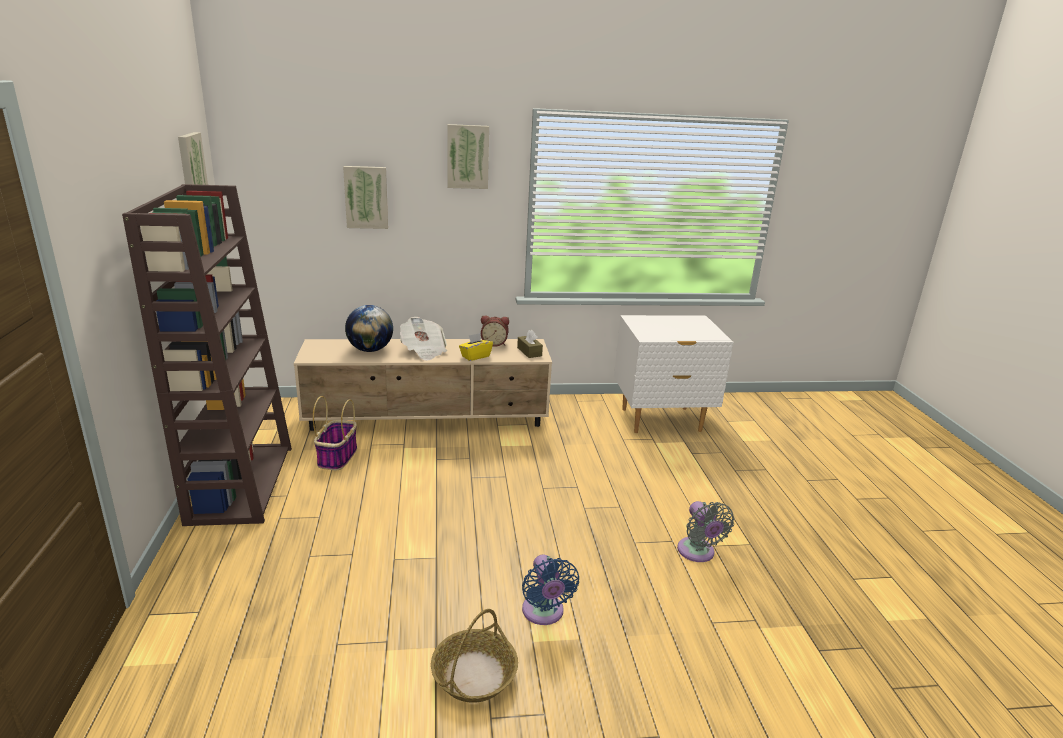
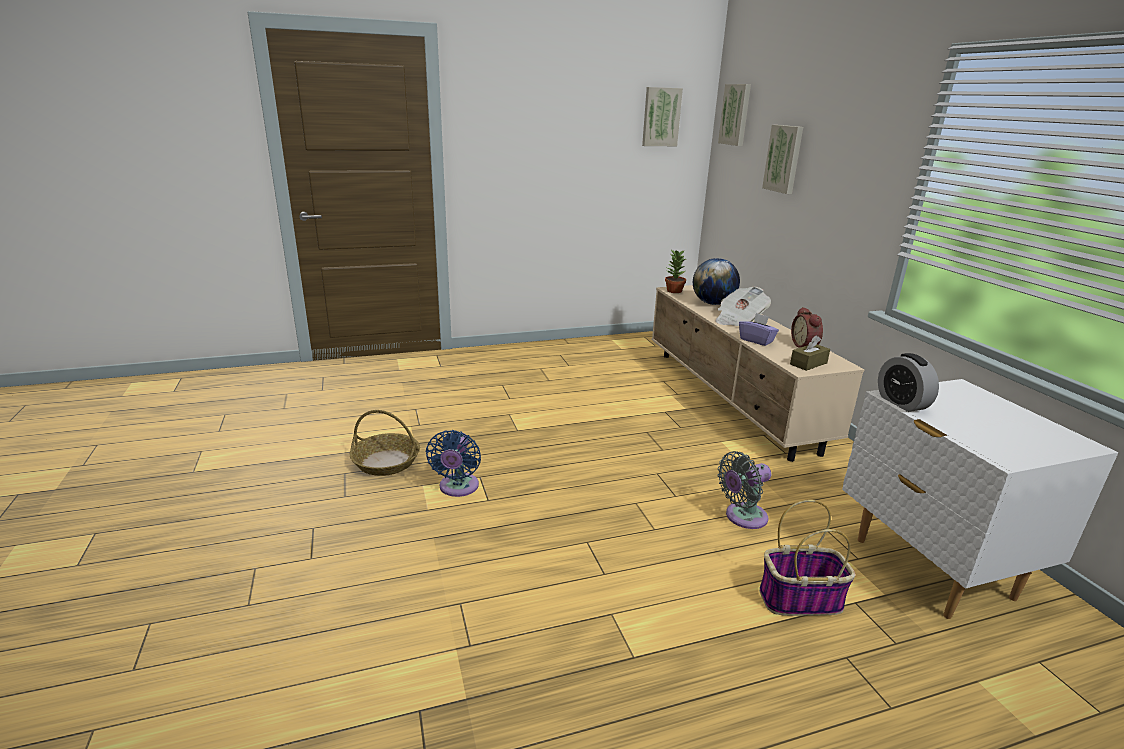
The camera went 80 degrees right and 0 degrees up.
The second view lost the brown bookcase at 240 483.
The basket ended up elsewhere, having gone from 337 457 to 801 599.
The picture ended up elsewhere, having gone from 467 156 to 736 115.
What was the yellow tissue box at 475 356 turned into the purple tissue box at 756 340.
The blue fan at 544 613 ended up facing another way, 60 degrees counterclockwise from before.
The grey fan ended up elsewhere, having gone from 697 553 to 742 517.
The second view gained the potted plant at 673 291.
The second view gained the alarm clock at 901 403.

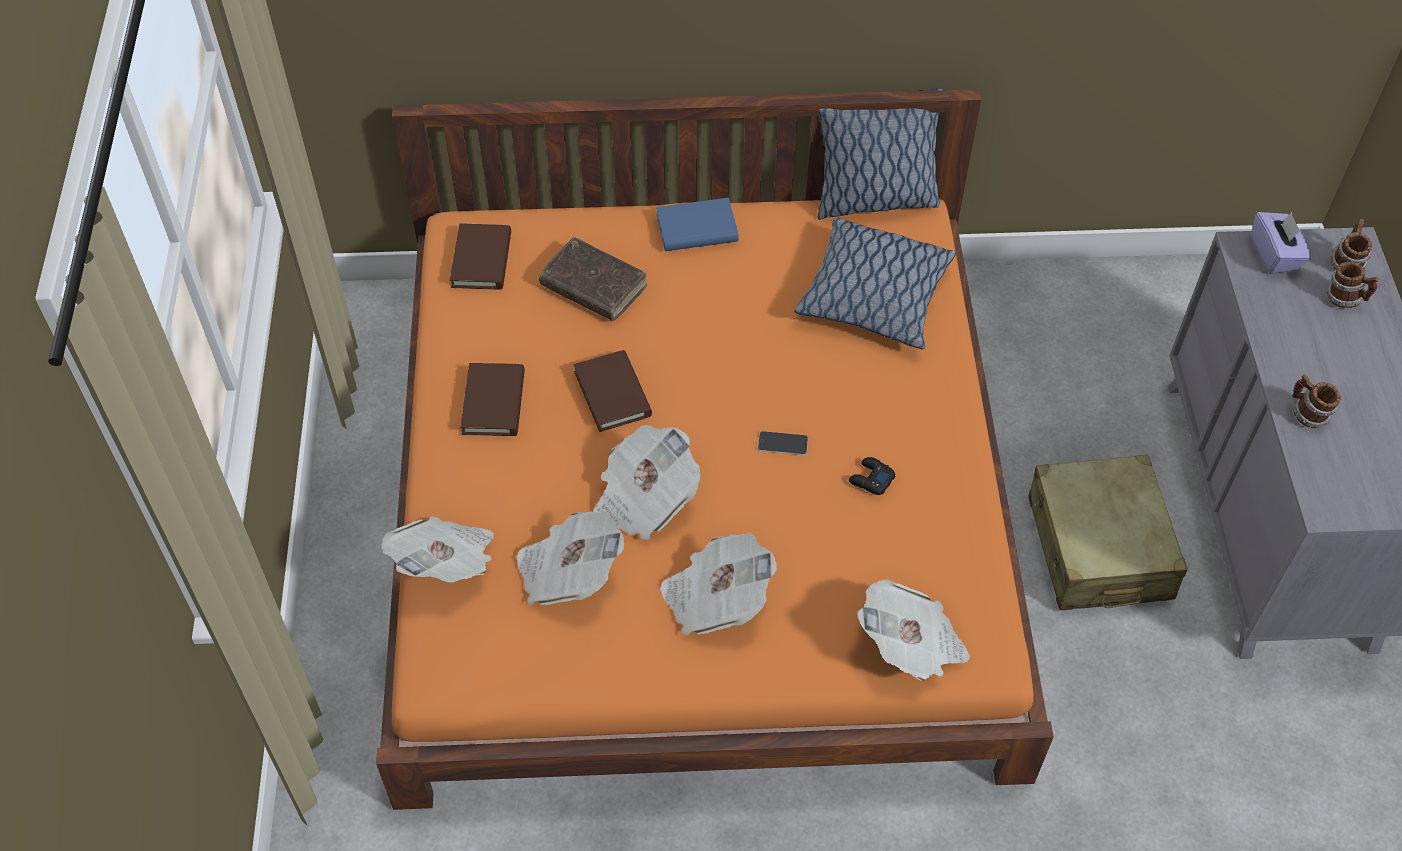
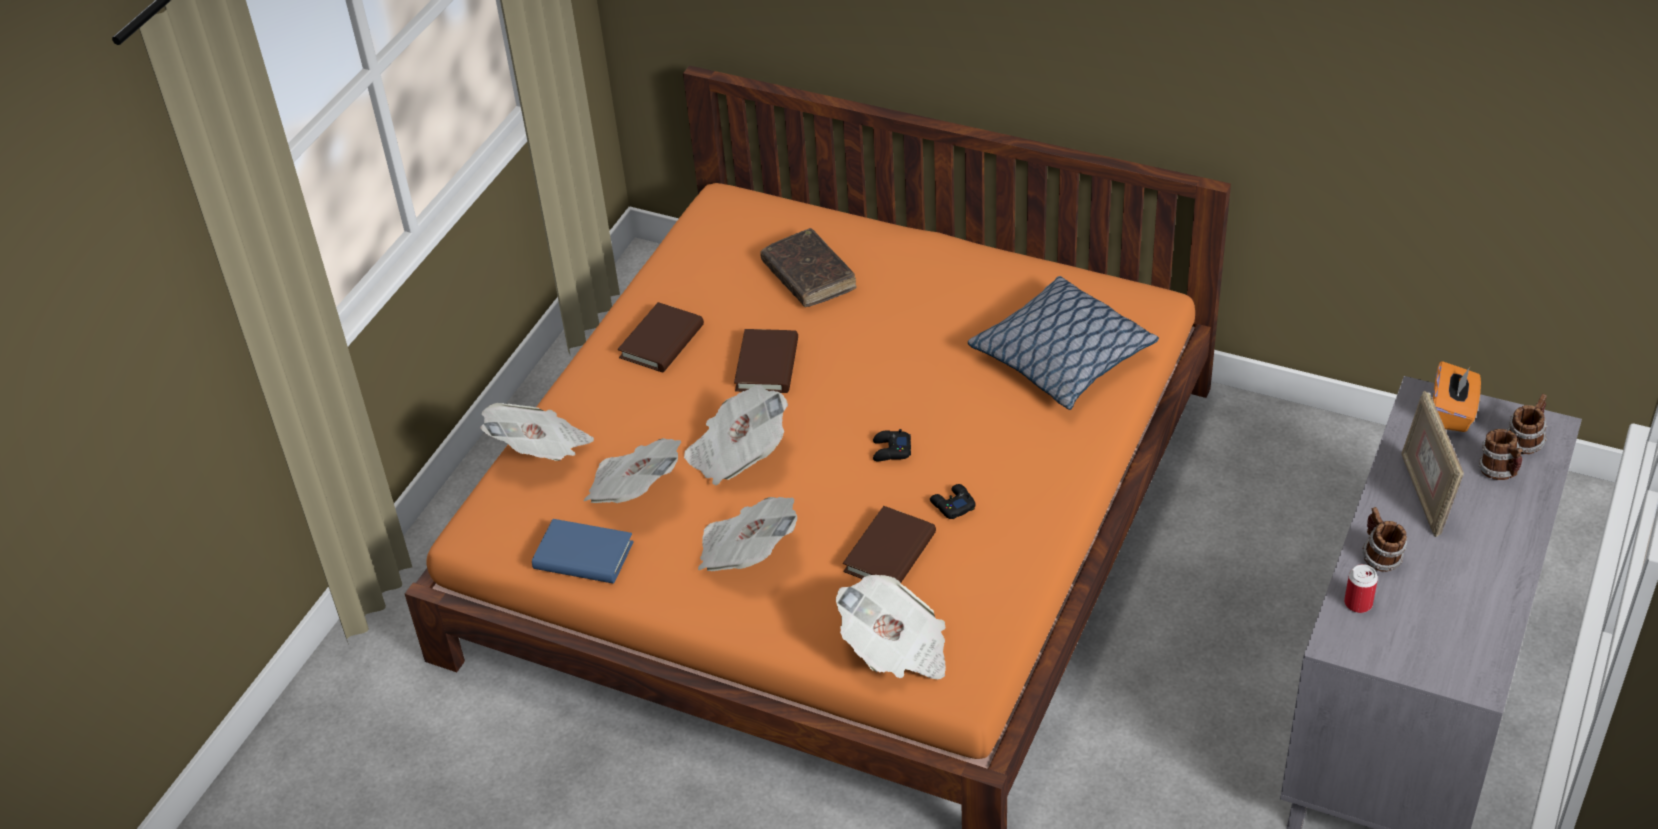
The camera went 30 degrees right and 10 degrees down.
The brown book ended up elsewhere, having gone from 481 260 to 890 553.
The blue book ended up elsewhere, having gone from 697 229 to 583 556.
Where the phone stood at 783 443, the black game controller came to stand at 891 450.
The second view lost the pillow at 873 200.
The second view lost the beige suitcase at 1098 548.
What was the purple tissue box at 1275 254 turned into the orange tissue box at 1452 412.
The second view gained the can at 1358 603.
The second view gained the picture frame at 1424 495.

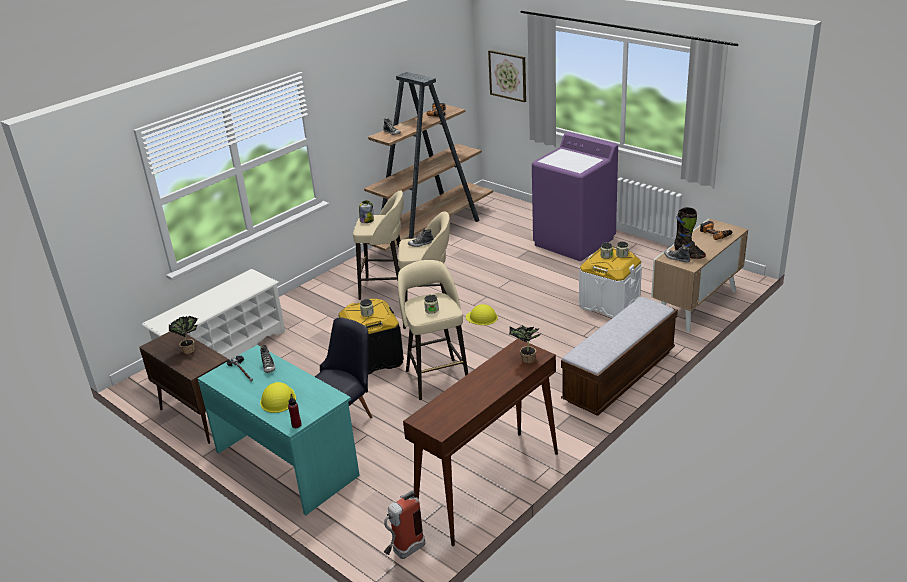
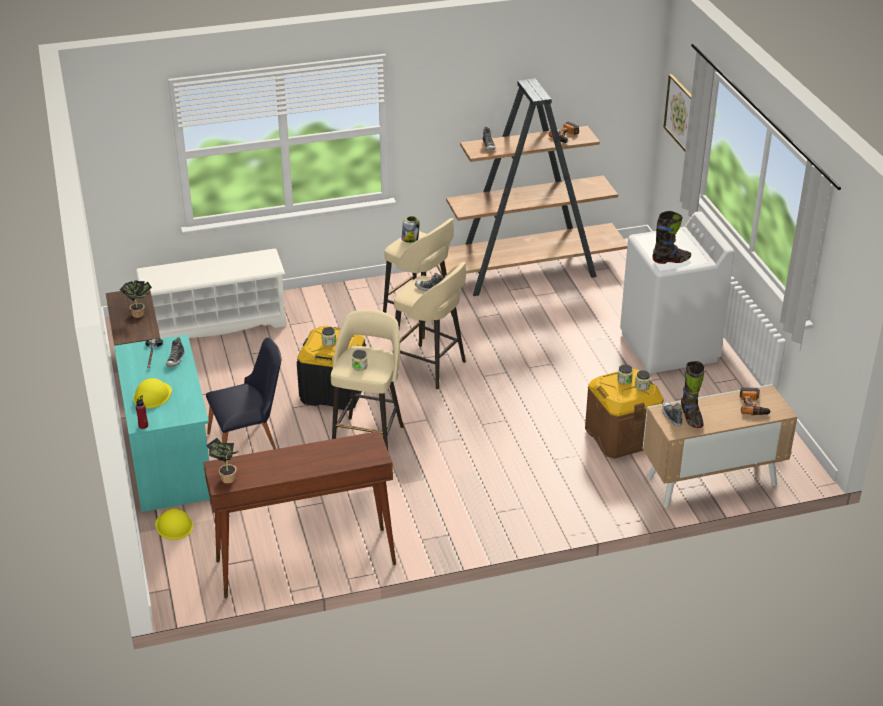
The camera went 30 degrees right and 5 degrees up.
The second view lost the fire extinguisher at 404 552.
The yellow hard hat ended up elsewhere, having gone from 482 317 to 174 525.
The potted plant ended up elsewhere, having gone from 526 359 to 226 478.
What was the purple washing machine at 574 242 turned into the white washing machine at 669 347.
The second view lost the bench at 619 376.
What was the white storage box at 609 303 turned into the brown storage box at 621 436.
The second view gained the black boot at 671 260.

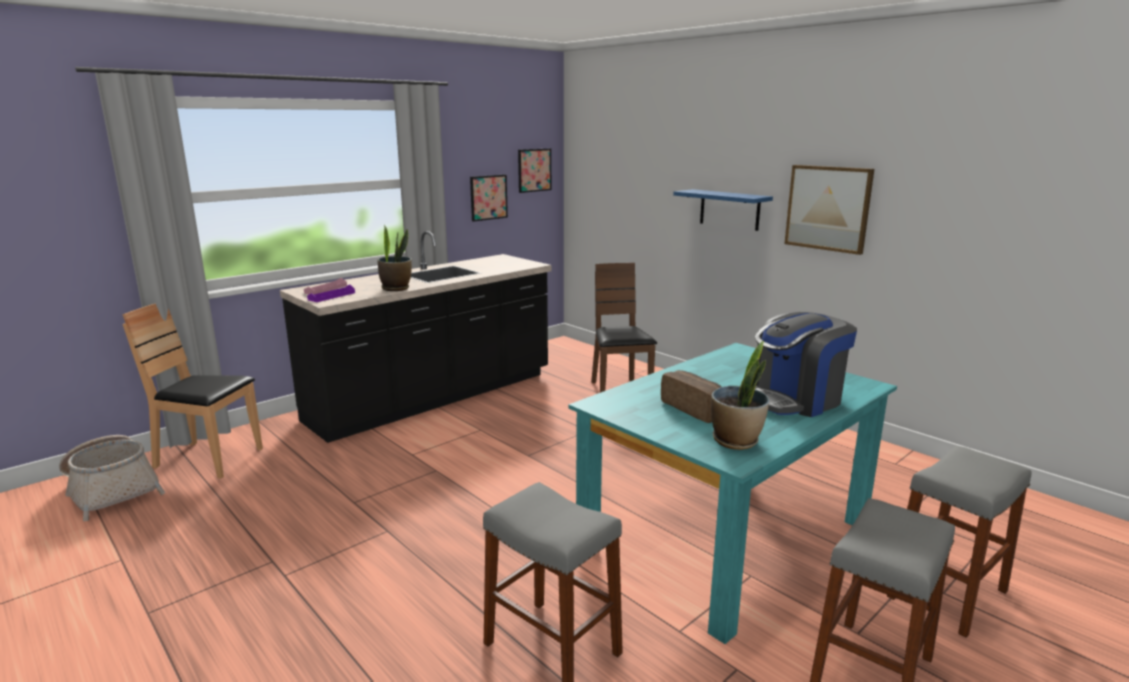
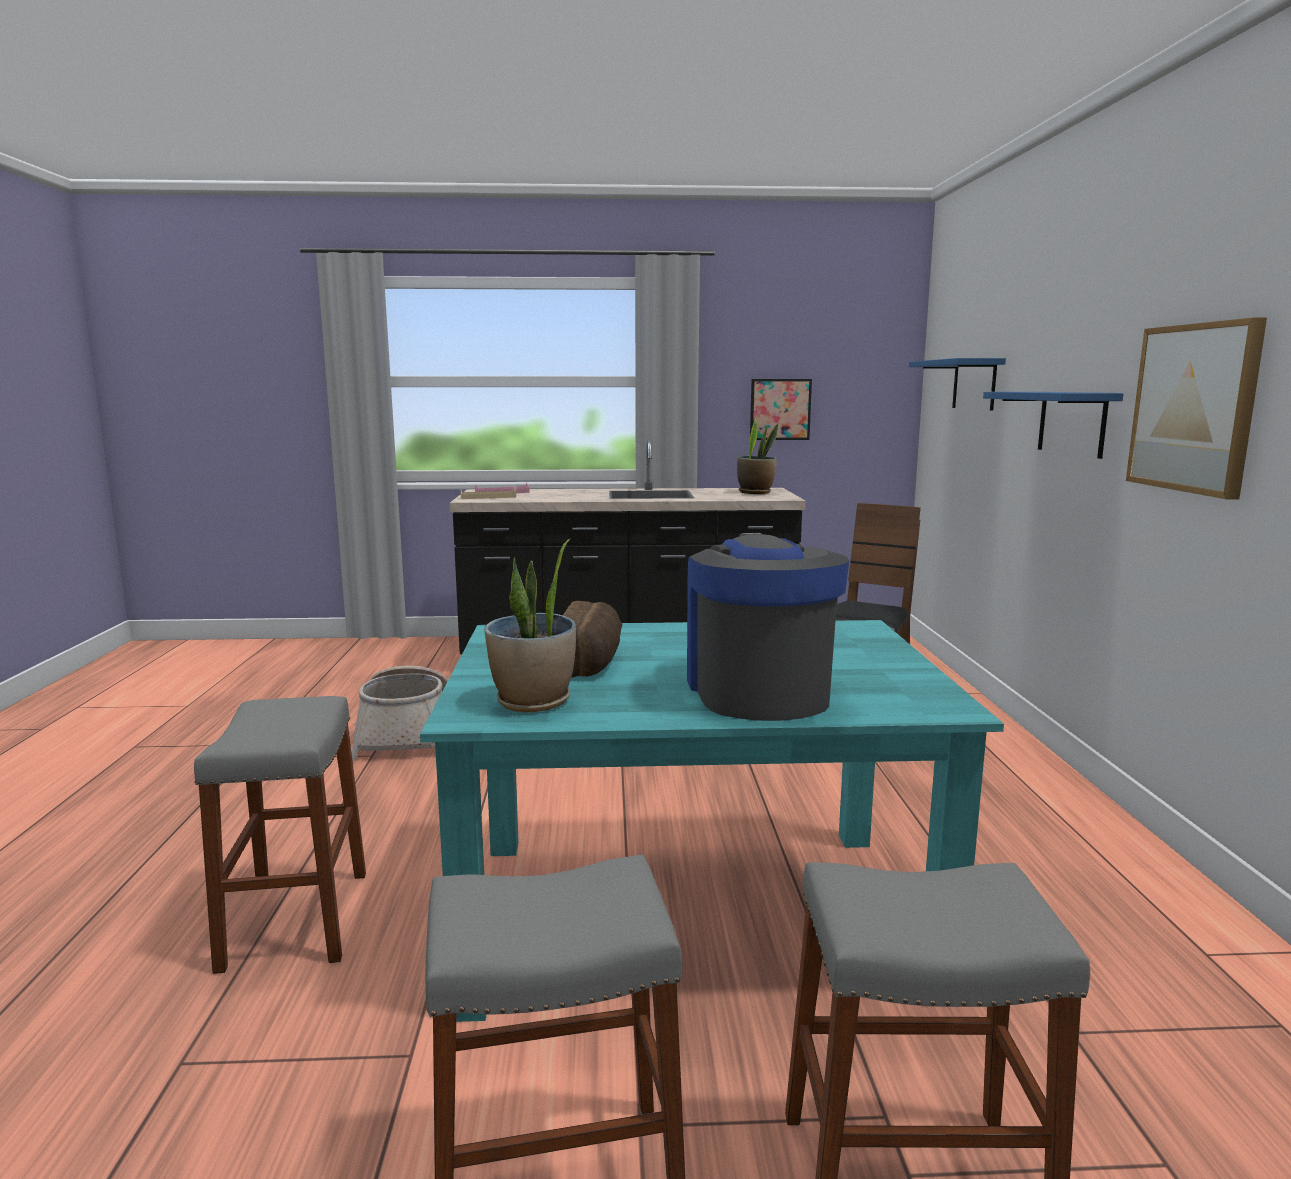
The camera went 40 degrees right and 5 degrees down.
The basket ended up elsewhere, having gone from 112 490 to 407 735.
The second view lost the brown chair at 209 459.
What was the purple tray at 331 296 turned into the beige tray at 488 497.
The potted plant ended up elsewhere, having gone from 396 288 to 755 492.
The second view lost the picture at 534 170.
The coffee machine at 795 399 ended up facing another way, 75 degrees clockwise from before.
The second view gained the blue shelf at 974 384.

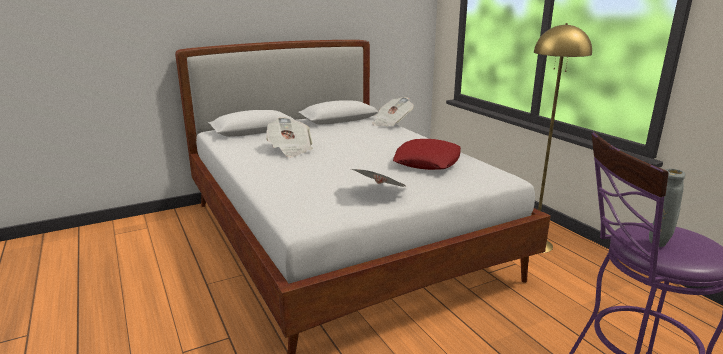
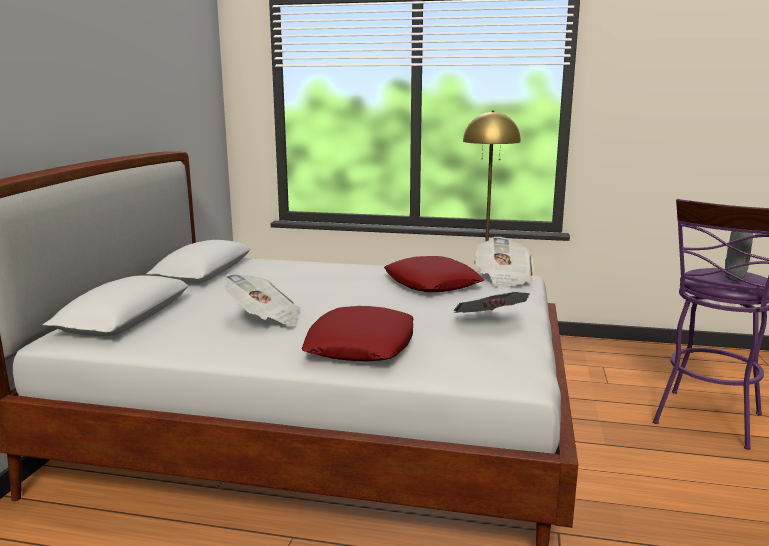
The camera went 50 degrees left and 5 degrees down.
The newspaper ended up elsewhere, having gone from 391 123 to 503 279.
The second view gained the red pillow at 361 345.

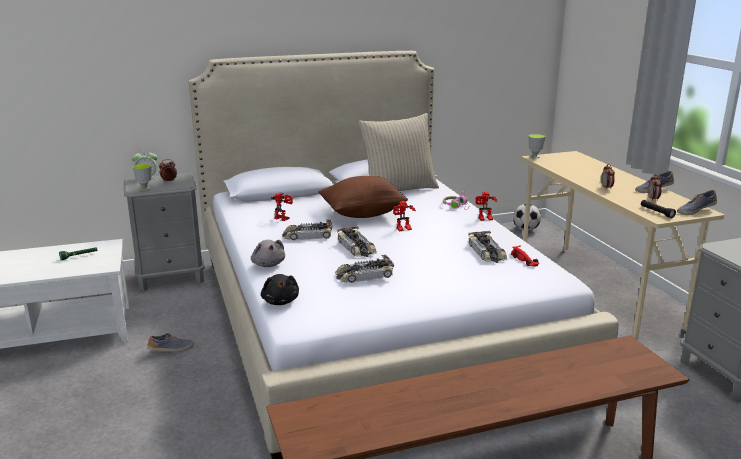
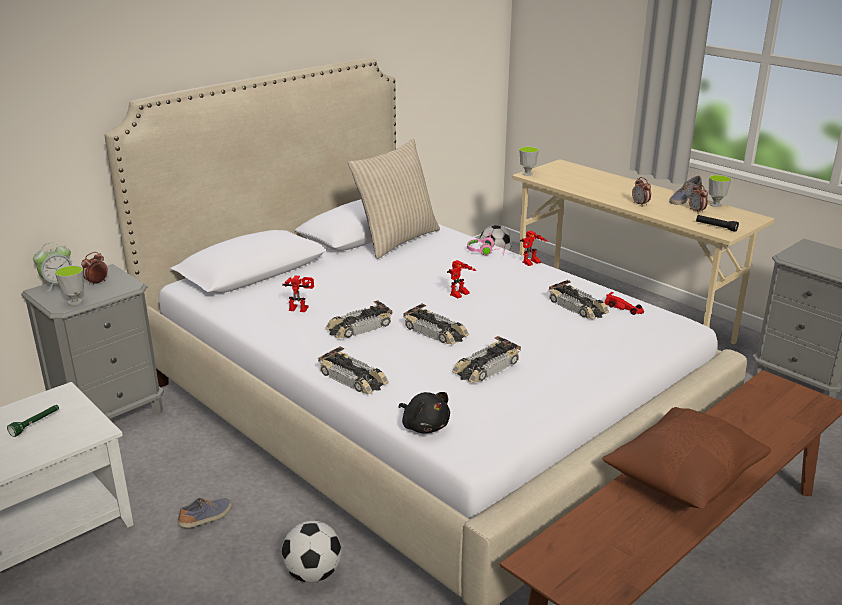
The camera went 25 degrees left and 5 degrees up.
Where the grey plush toy stood at 268 264, the toy car came to stand at 354 378.
The brown pillow ended up elsewhere, having gone from 363 214 to 683 481.
The second view lost the shoe at 695 210.
The second view gained the football at 313 574.
The second view gained the cup at 715 205.

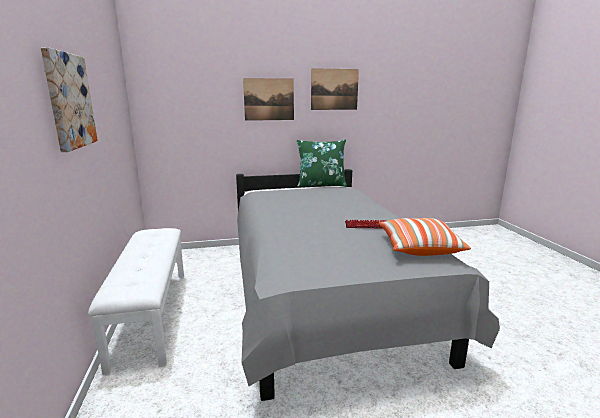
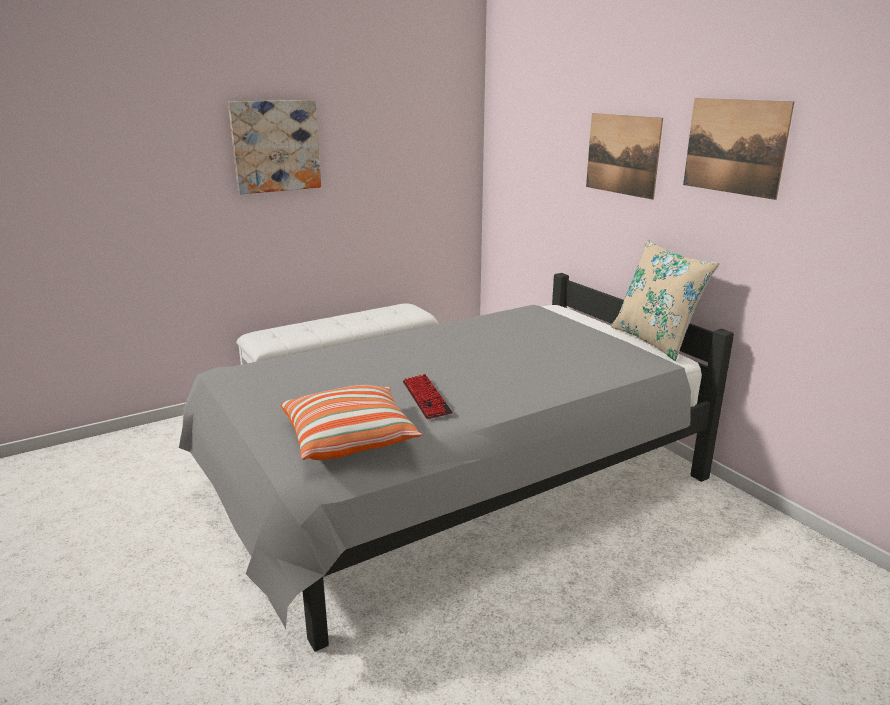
The camera went 70 degrees right and 5 degrees up.
What was the green pillow at 321 185 turned into the beige pillow at 655 341.

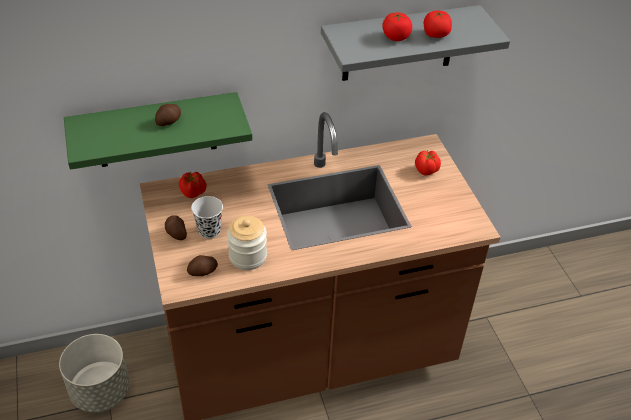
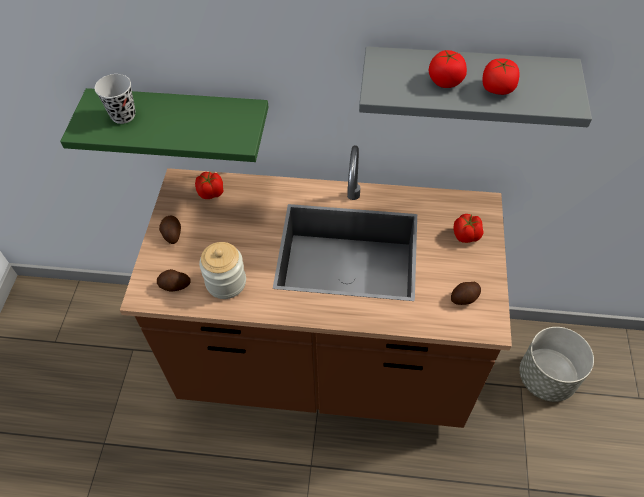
The camera went 25 degrees right and 10 degrees up.
The grey planter ended up elsewhere, having gone from 100 391 to 546 377.
The potato ended up elsewhere, having gone from 169 121 to 465 298.
The black cup ended up elsewhere, having gone from 209 231 to 123 115.

